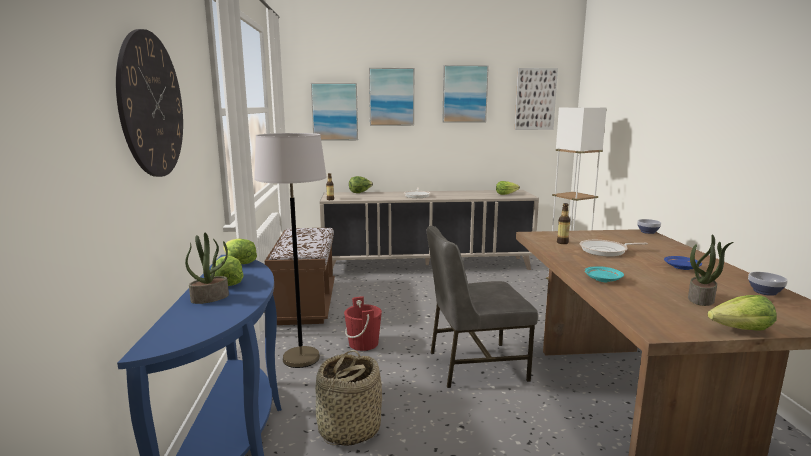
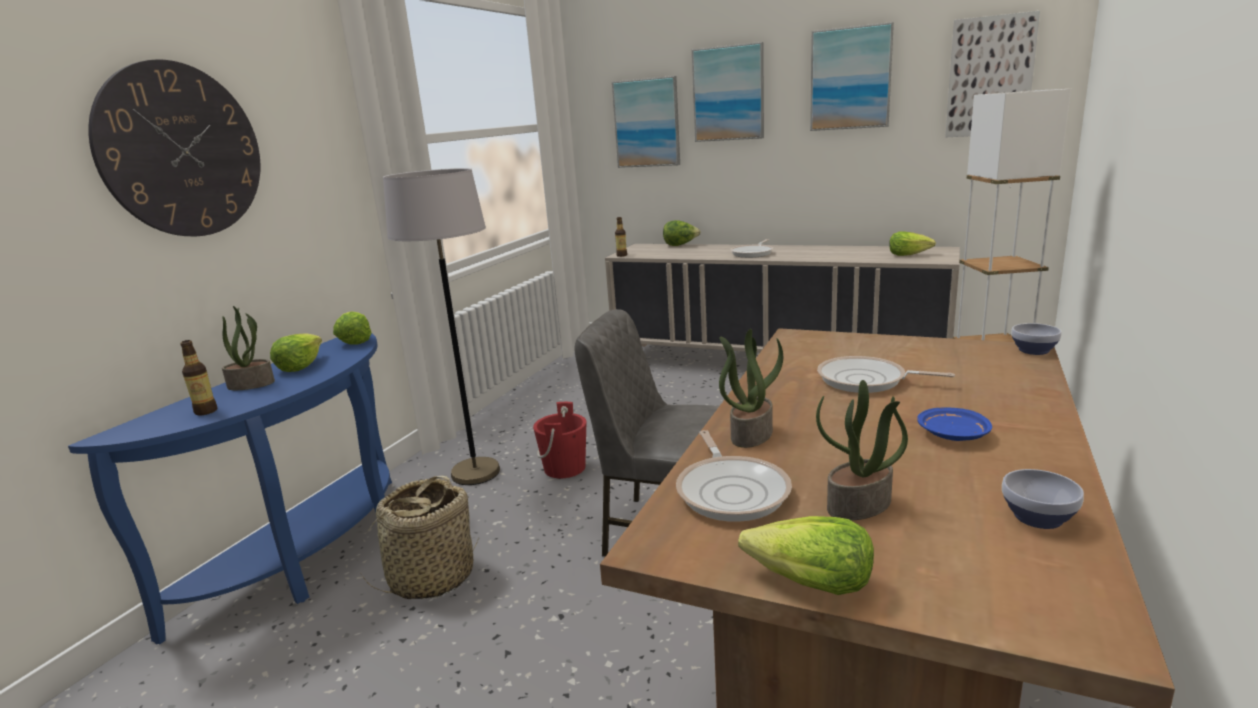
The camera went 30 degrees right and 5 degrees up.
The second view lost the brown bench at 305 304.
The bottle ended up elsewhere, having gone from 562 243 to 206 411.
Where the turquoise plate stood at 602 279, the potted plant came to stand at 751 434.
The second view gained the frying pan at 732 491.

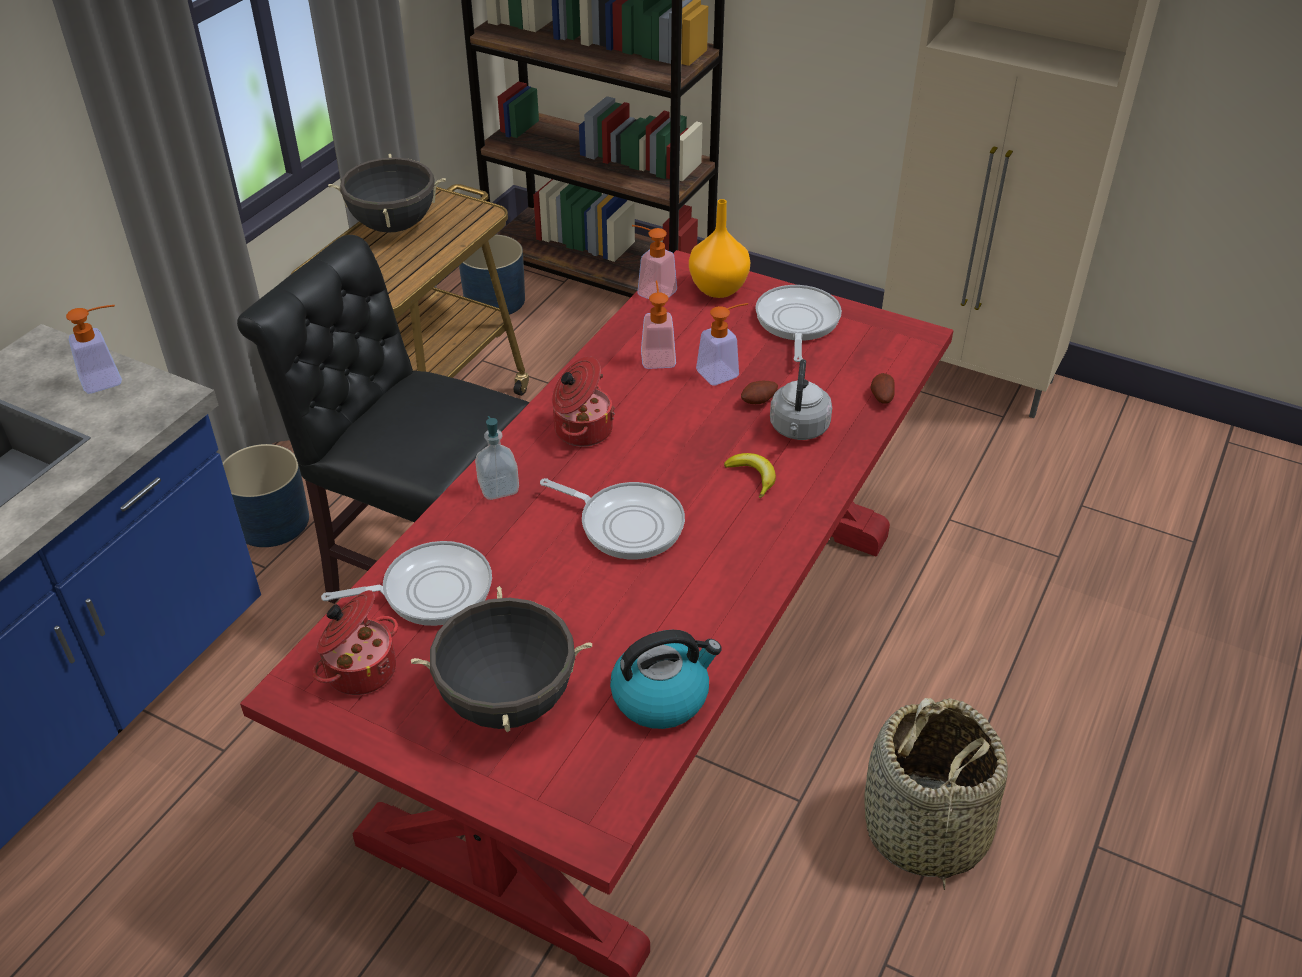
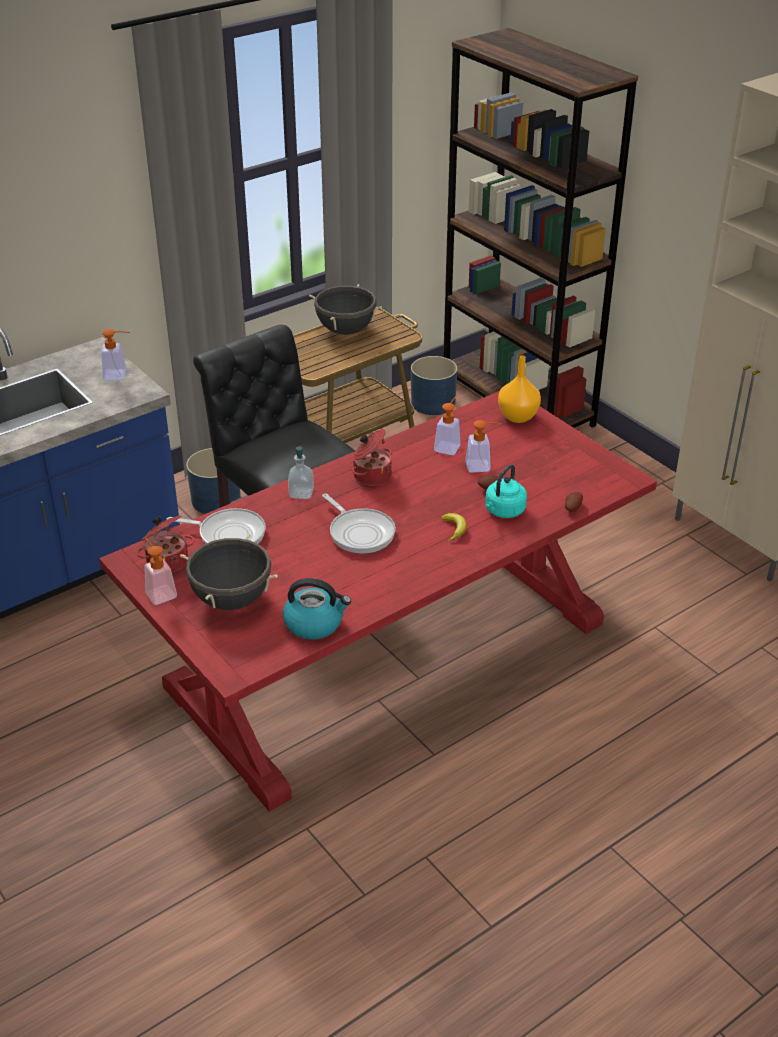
The camera went 25 degrees right and 5 degrees down.
The soap dispenser ended up elsewhere, having gone from 651 291 to 159 592.
The second view lost the frying pan at 797 322.
What was the grey kettle at 798 430 turned into the turquoise kettle at 503 511.
The second view lost the basket at 924 830.

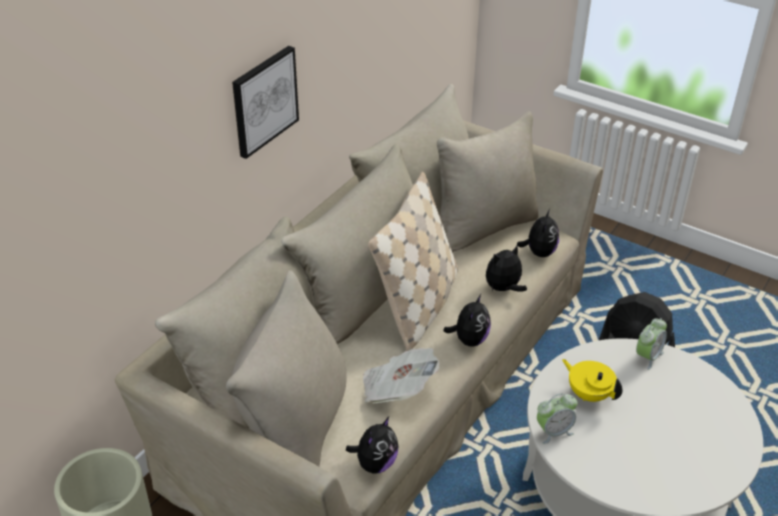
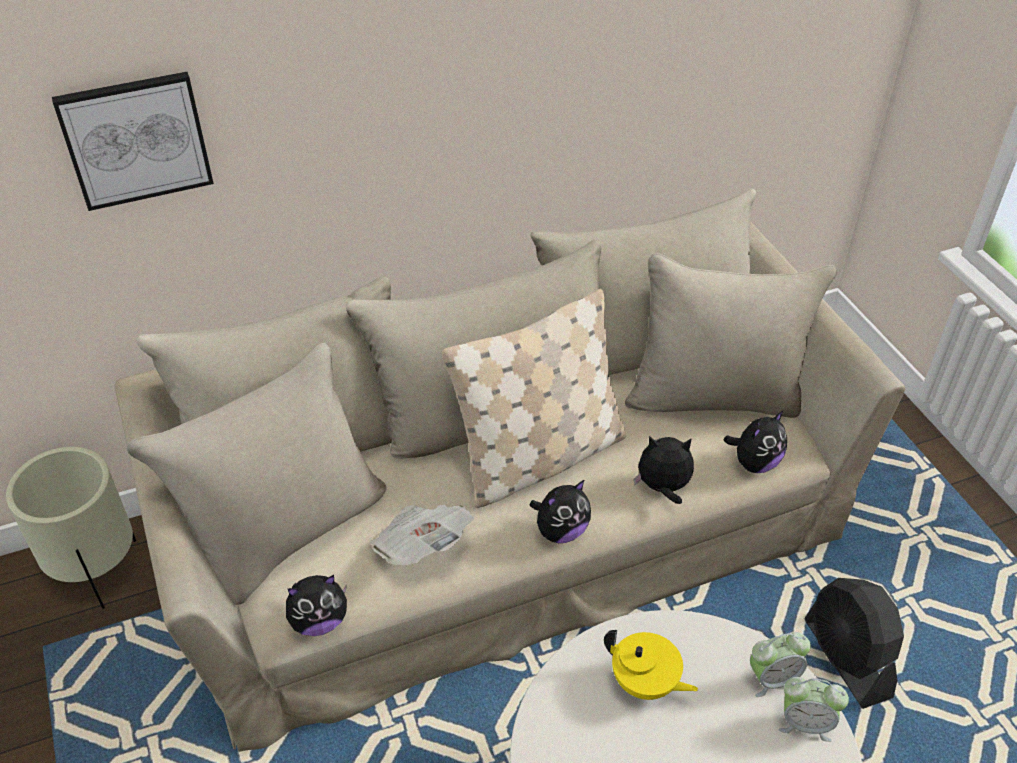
The camera went 35 degrees right and 5 degrees up.
The picture ended up elsewhere, having gone from 264 101 to 136 139.
The alarm clock ended up elsewhere, having gone from 553 431 to 805 723.
The yellow teapot at 589 394 ended up facing another way, 135 degrees clockwise from before.

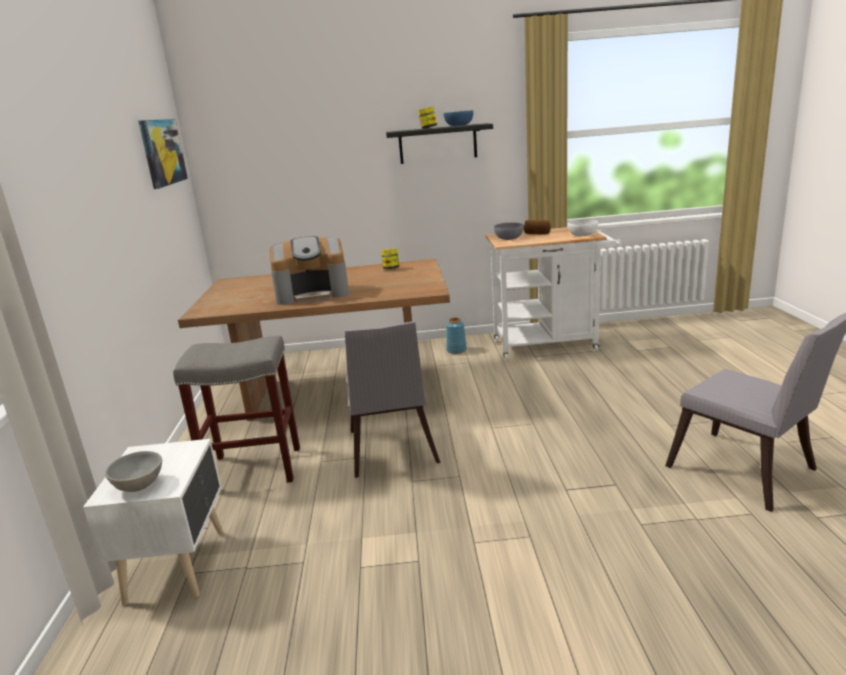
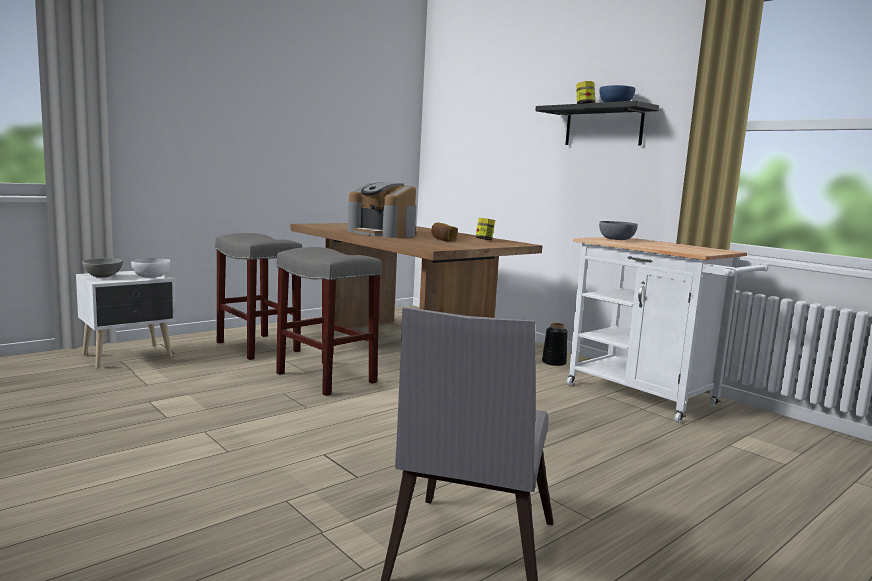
The camera went 50 degrees right and 10 degrees down.
The second view lost the picture at 162 152.
Where the grey chair stood at 391 451, the grey stool came to stand at 324 377.
What was the blue vase at 456 350 turned into the black vase at 554 363.
The bread ended up elsewhere, having gone from 537 234 to 443 240.
The white bowl ended up elsewhere, having gone from 583 235 to 151 276.

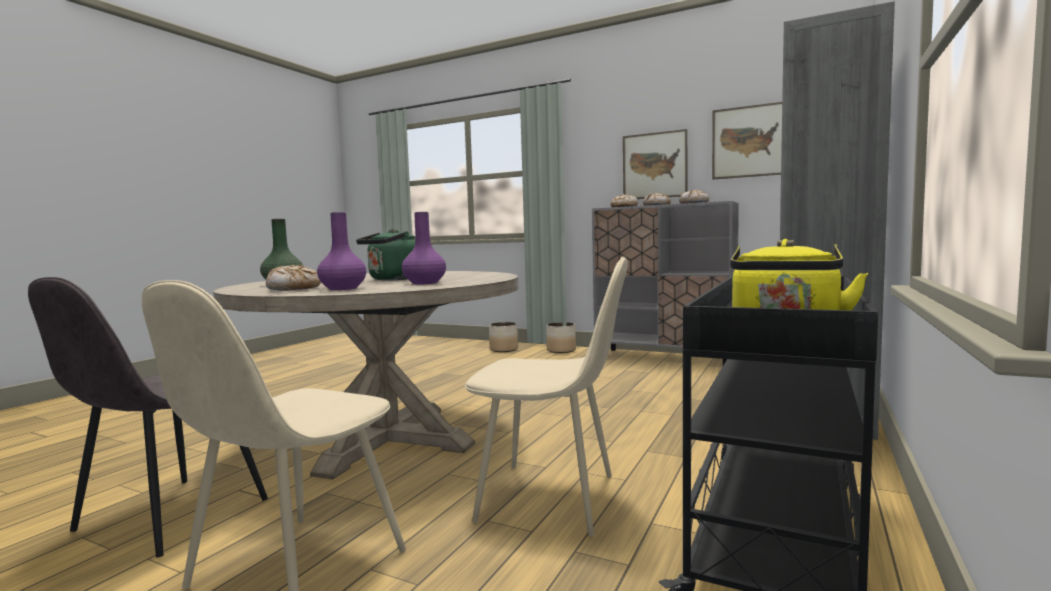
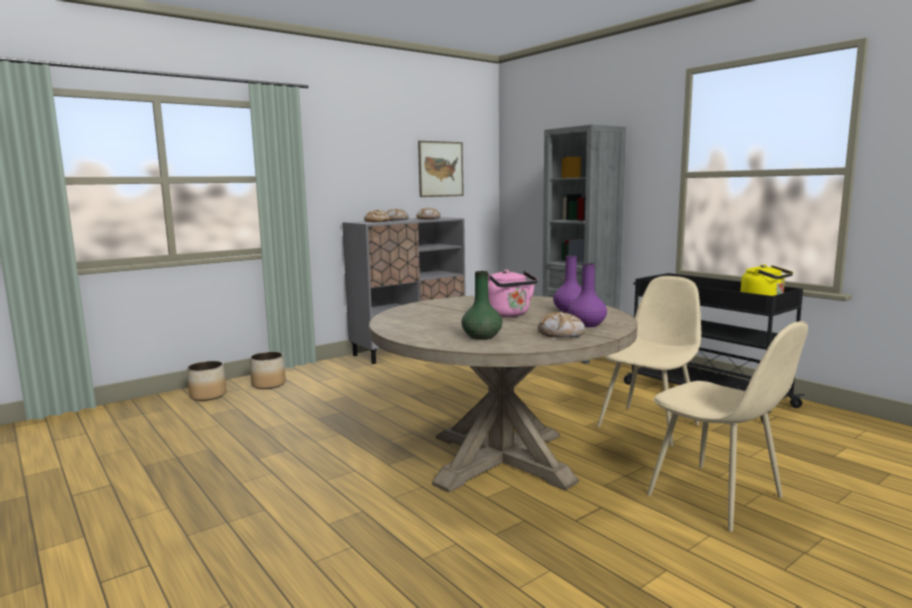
The camera went 65 degrees left and 5 degrees up.
The second view lost the grey chair at 168 517.
What was the green kettle at 393 279 turned into the pink kettle at 508 314.
The planter ended up elsewhere, having gone from 561 350 to 208 395.
The second view lost the picture at 654 165.

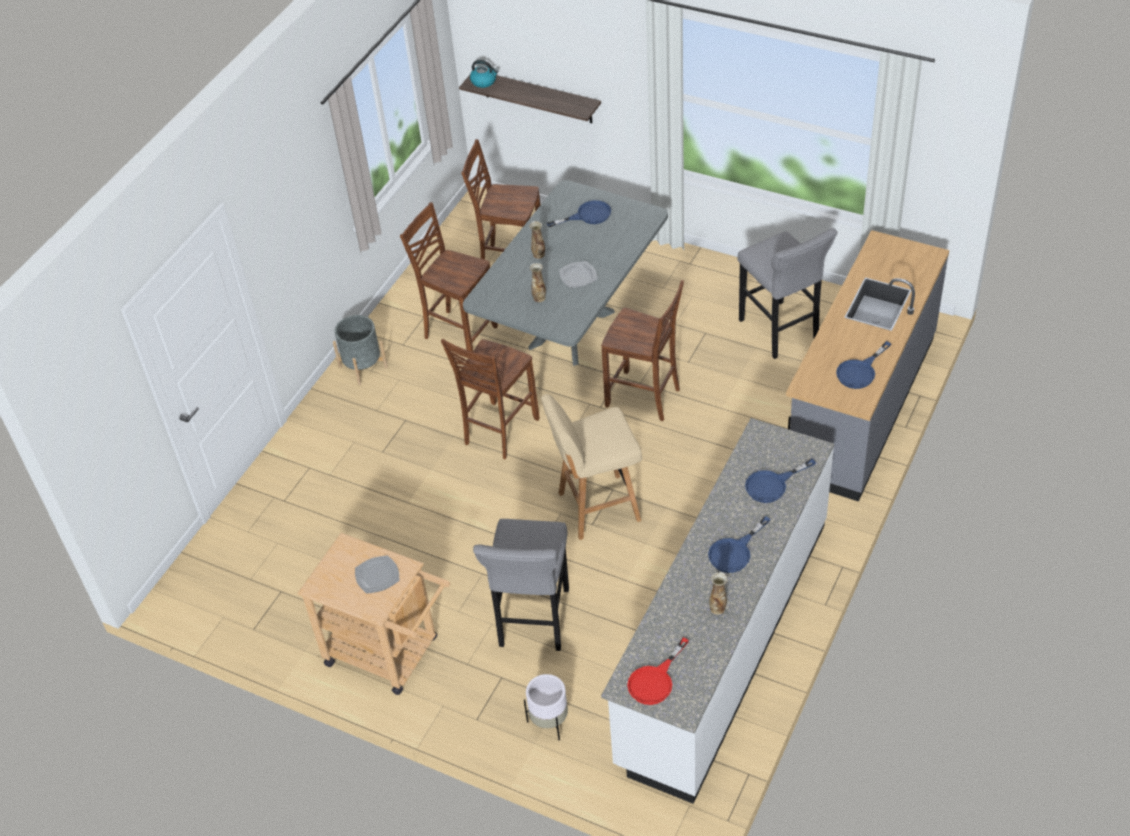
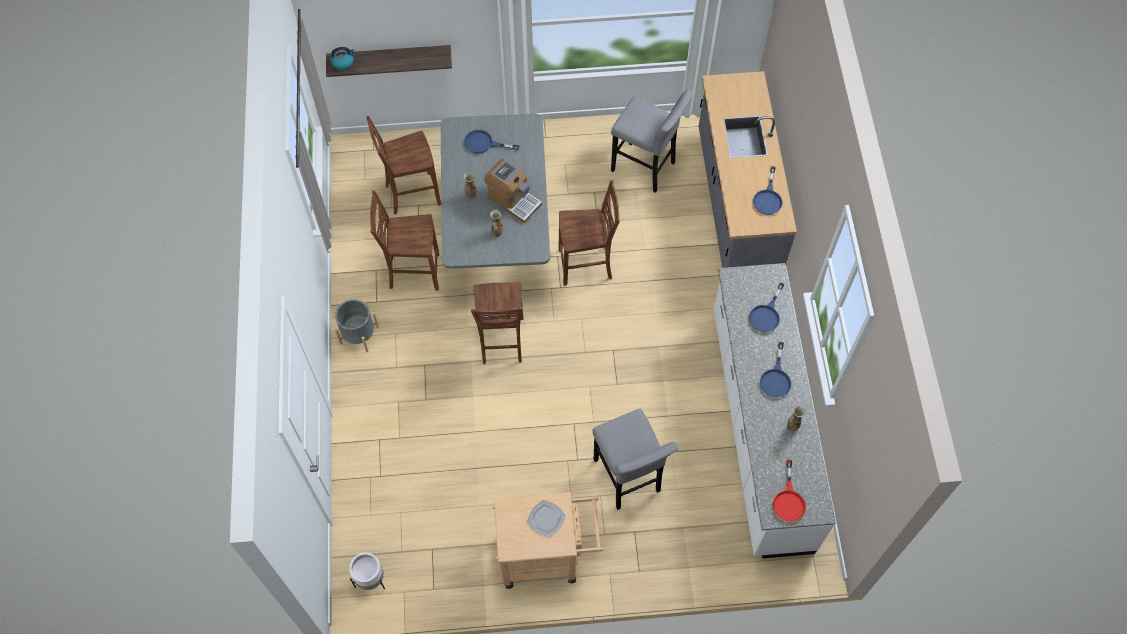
The camera went 35 degrees left and 15 degrees up.
The white planter ended up elsewhere, having gone from 549 722 to 370 579.
The second view lost the beige stool at 597 507.
The blue frying pan at 588 215 ended up facing another way, 120 degrees counterclockwise from before.
Where the plate stood at 578 275, the coffee machine came to stand at 513 200.

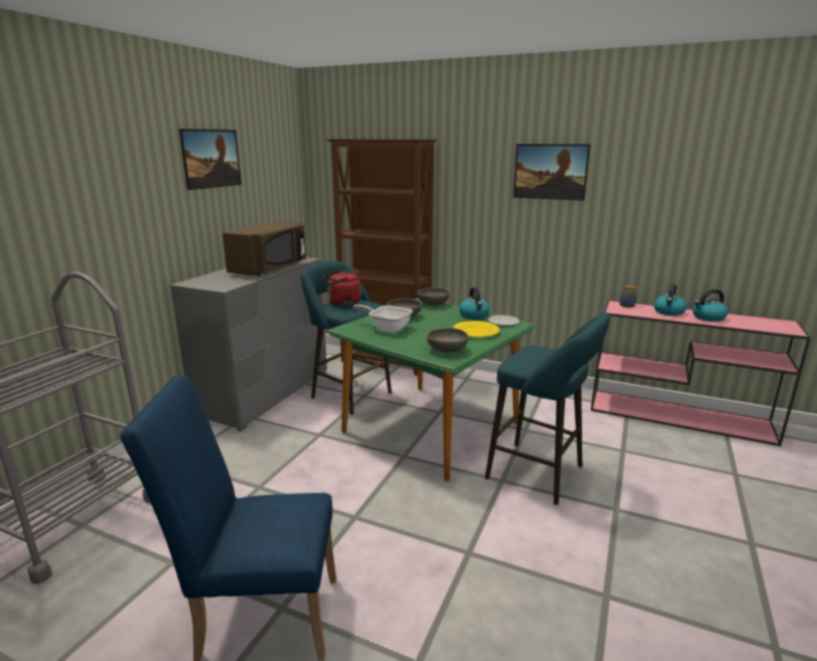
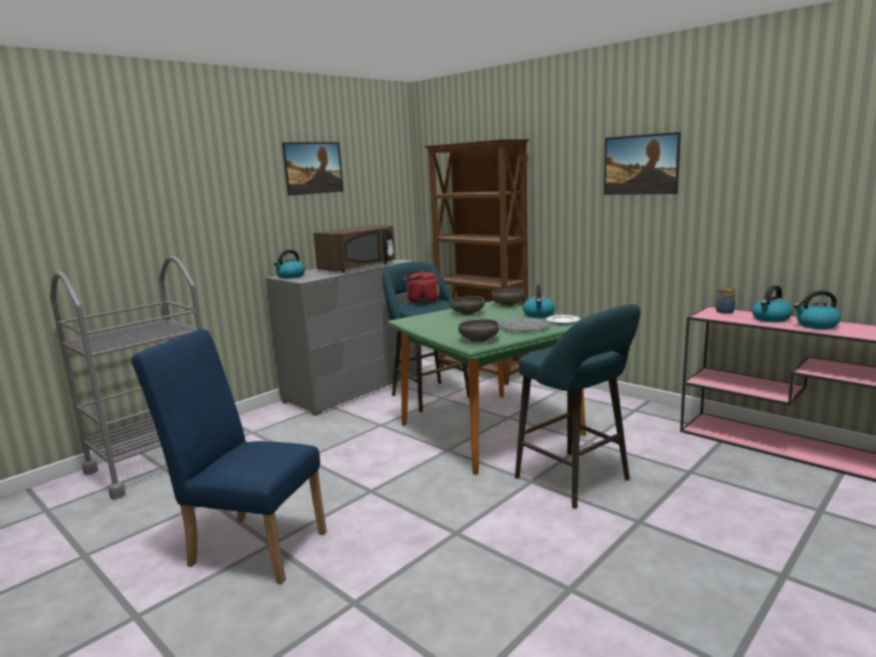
The camera went 20 degrees right and 5 degrees down.
The second view lost the frying pan at 387 328.
What was the yellow plate at 476 332 turned into the grey plate at 524 328.
The second view gained the kettle at 290 276.

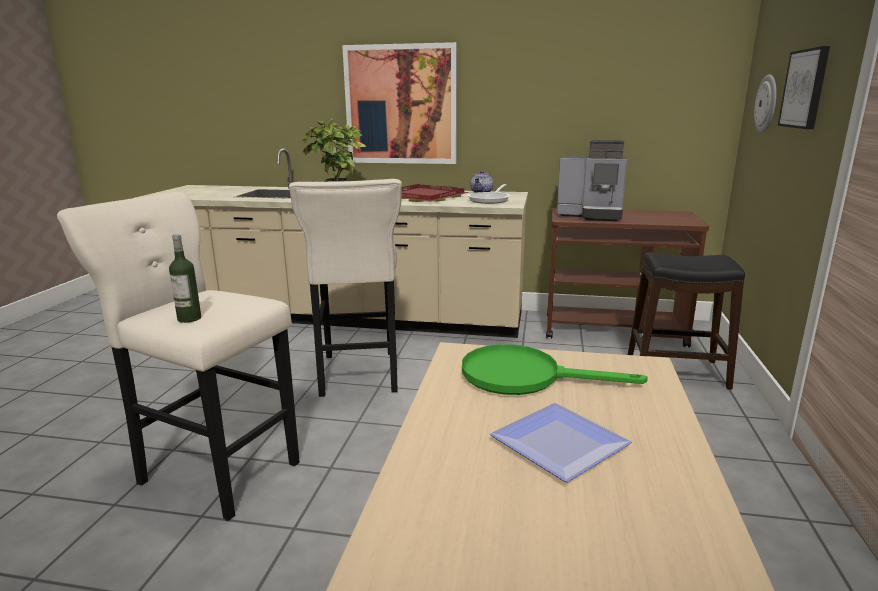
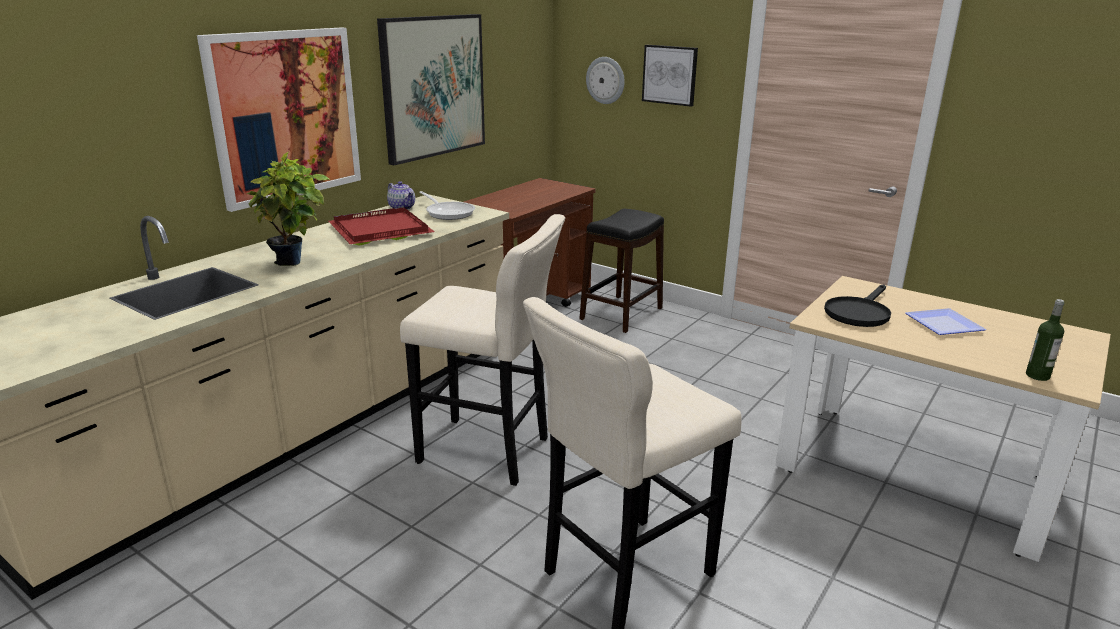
The camera went 65 degrees left and 5 degrees up.
The bottle ended up elsewhere, having gone from 189 318 to 1037 376.
What was the green frying pan at 524 376 turned into the black frying pan at 859 312.
The second view lost the coffee machine at 592 215.
The second view gained the picture at 433 87.

